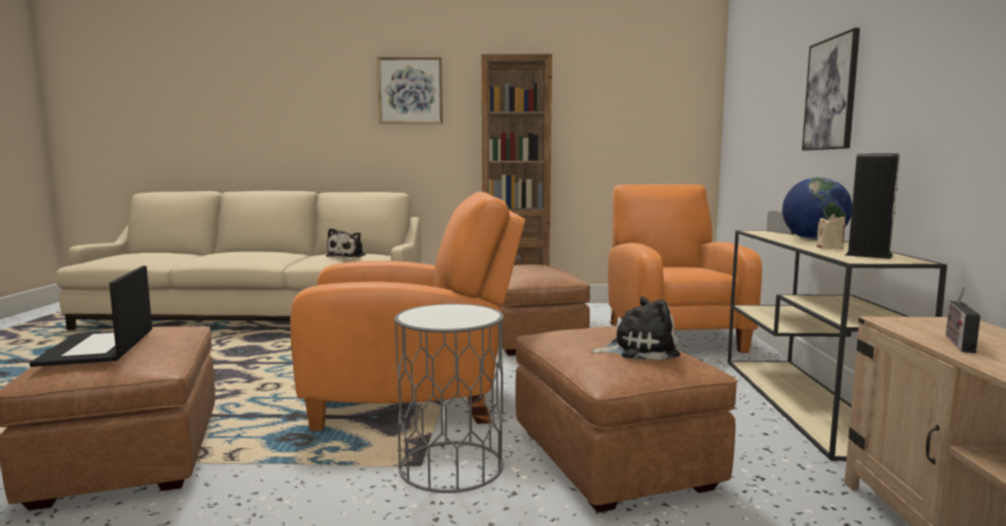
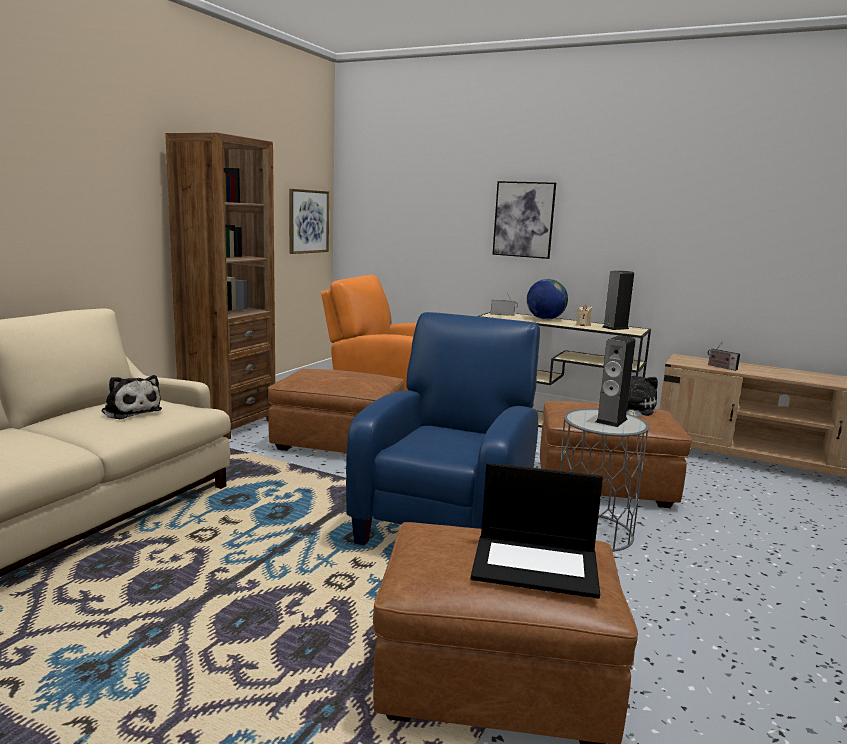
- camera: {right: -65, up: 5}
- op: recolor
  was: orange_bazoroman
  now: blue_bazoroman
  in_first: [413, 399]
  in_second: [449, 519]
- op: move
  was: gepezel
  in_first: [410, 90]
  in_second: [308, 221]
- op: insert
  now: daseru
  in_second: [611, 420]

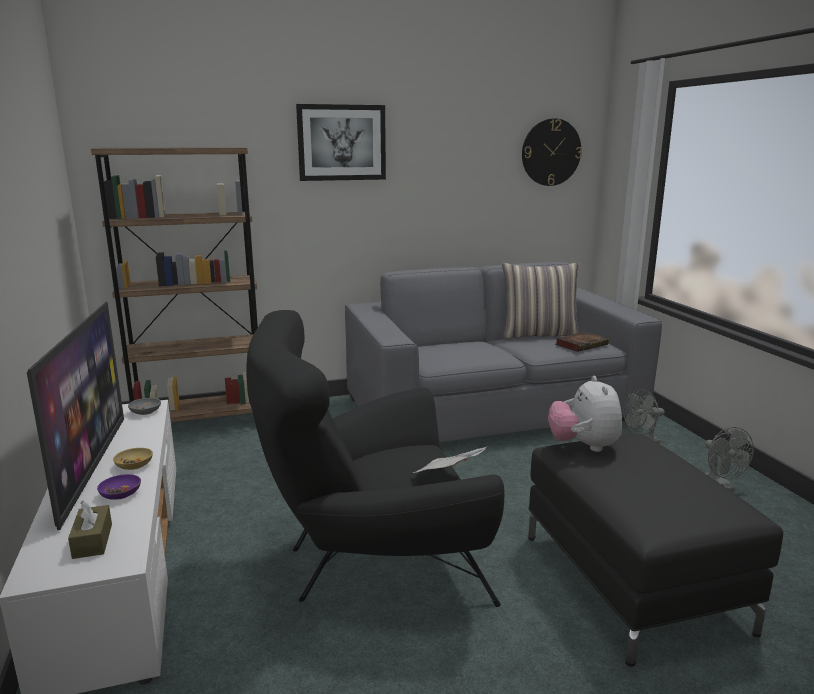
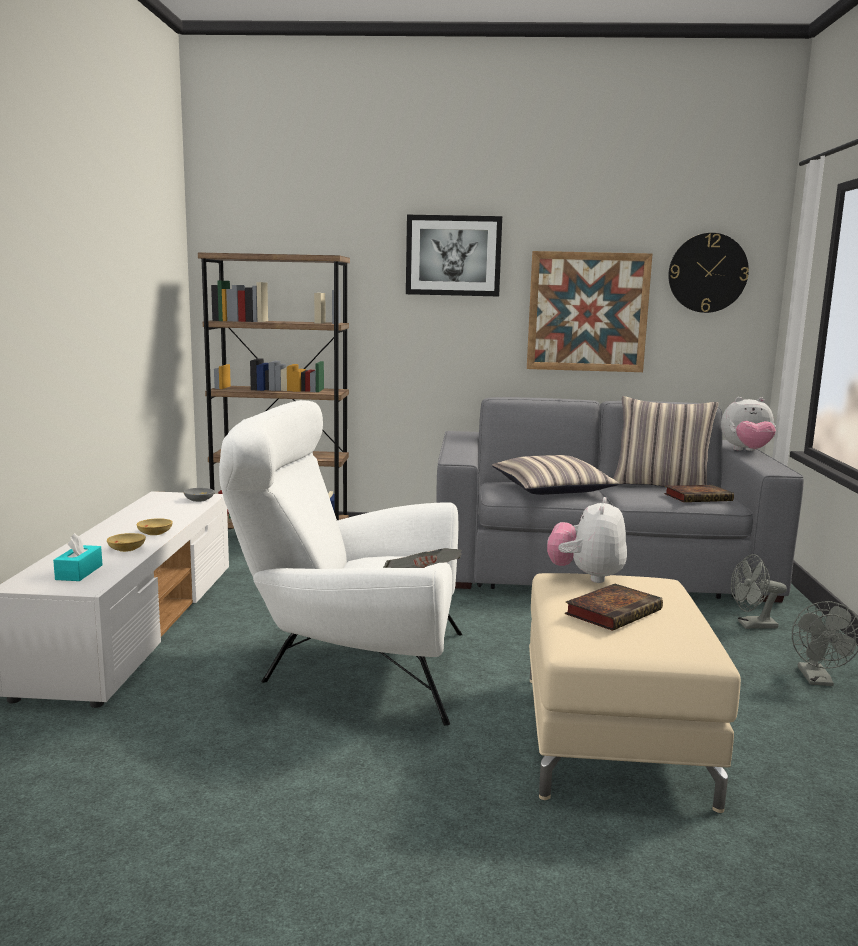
- camera: {right: 20, up: -5}
- op: delete
  was: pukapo
  in_first: [92, 466]
- op: recolor
  was: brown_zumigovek
  now: turquoise_zumigovek
  in_first: [92, 541]
  in_second: [79, 572]
- op: recolor
  was: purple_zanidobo
  now: beige_zanidobo
  in_first: [120, 494]
  in_second: [126, 549]
- op: recolor
  was: black_bazoroman
  now: white_bazoroman
  in_first: [370, 562]
  in_second: [349, 668]
- op: recolor
  was: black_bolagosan
  now: beige_bolagosan
  in_first: [633, 581]
  in_second: [615, 737]
- op: insert
  now: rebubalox
  in_second: [551, 489]
- op: insert
  now: gepezel
  in_second: [587, 312]
- op: insert
  now: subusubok
  in_second: [614, 612]
- op: insert
  now: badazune
  in_second: [746, 451]

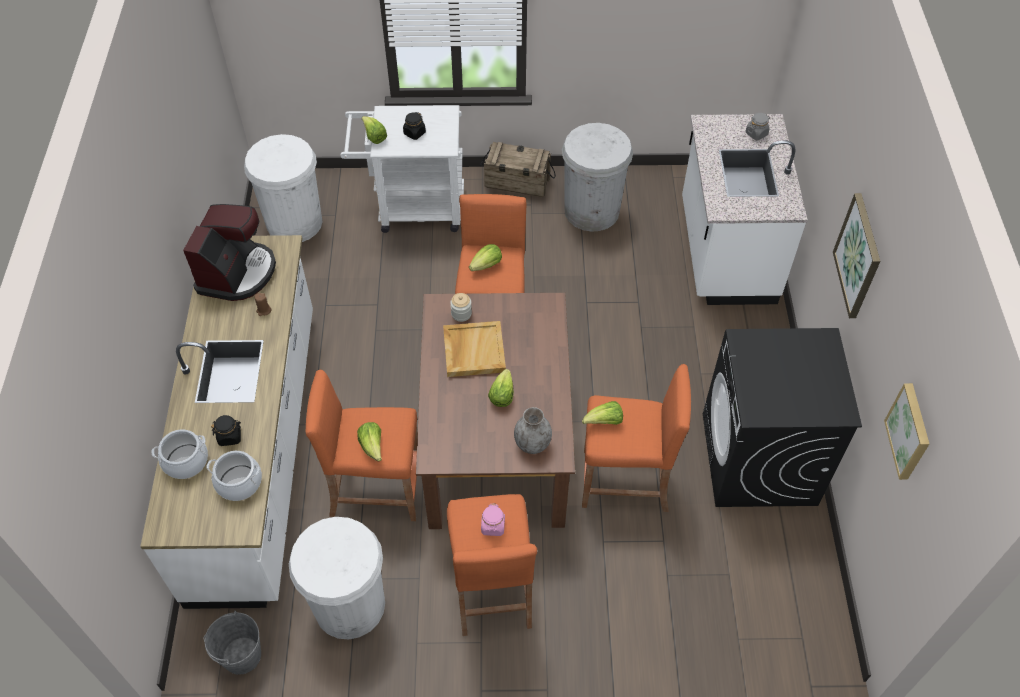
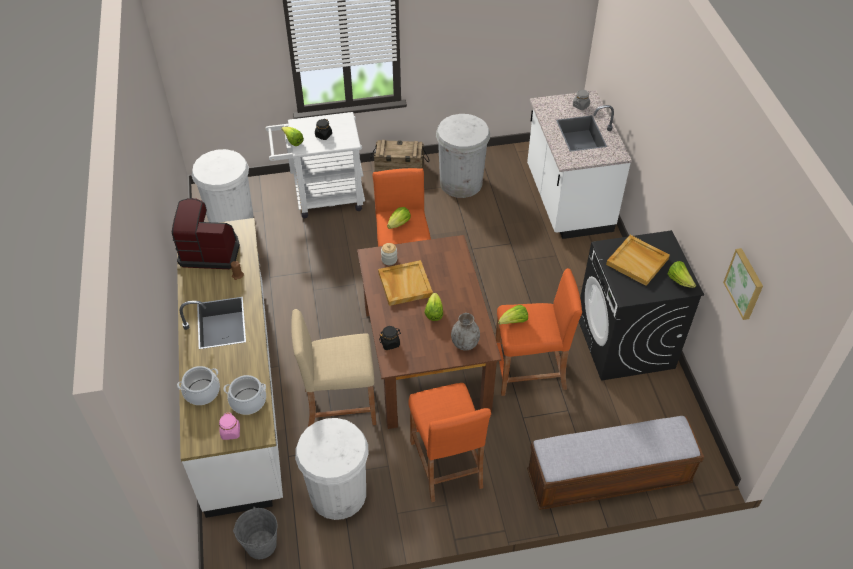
- camera: {right: -10, up: -5}
- op: rotate
  was: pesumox
  in_first: [237, 273]
  in_second: [210, 251]
  clockwise: -90
- op: move
  was: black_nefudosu
  in_first: [230, 436]
  in_second: [390, 343]
- op: recolor
  was: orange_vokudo
  now: beige_vokudo
  in_first: [376, 489]
  in_second: [340, 406]
- op: move
  was: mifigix
  in_first: [372, 446]
  in_second: [679, 280]
- op: move
  was: pink_nefudosu
  in_first: [493, 526]
  in_second: [230, 432]
- op: delete
  was: gepezel
  in_first: [858, 256]
- op: insert
  now: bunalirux
  in_second: [608, 478]
- op: insert
  now: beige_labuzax
  in_second: [638, 261]

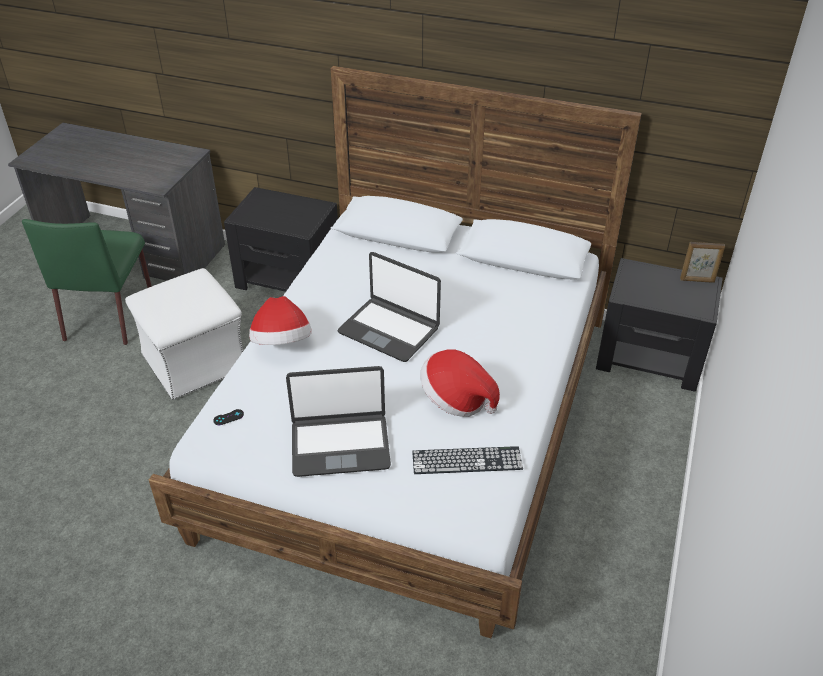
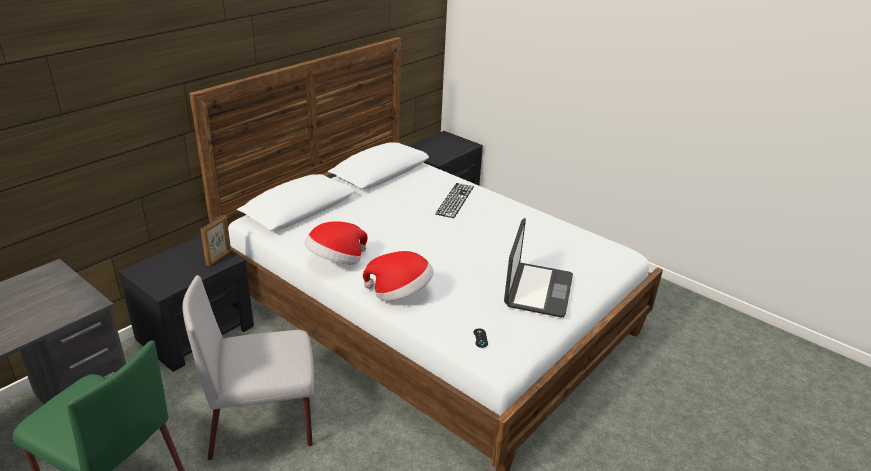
- camera: {right: -70, up: -10}
- op: replace
  was: white_bolagosan
  now: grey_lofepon
  in_first: [196, 361]
  in_second: [263, 423]
- op: delete
  was: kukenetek
  in_first: [389, 330]
- op: move
  was: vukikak
  in_first: [467, 460]
  in_second: [455, 200]
- op: move
  was: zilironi
  in_first: [456, 399]
  in_second: [336, 261]
- op: move
  was: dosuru
  in_first: [697, 280]
  in_second: [219, 258]

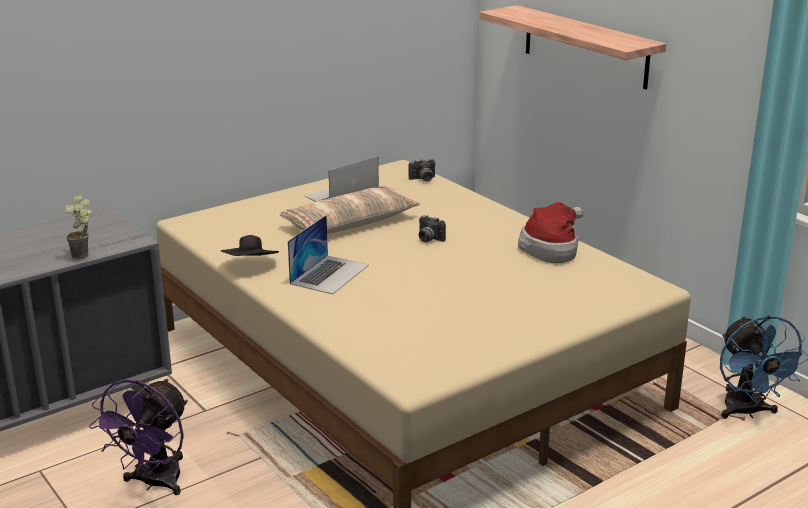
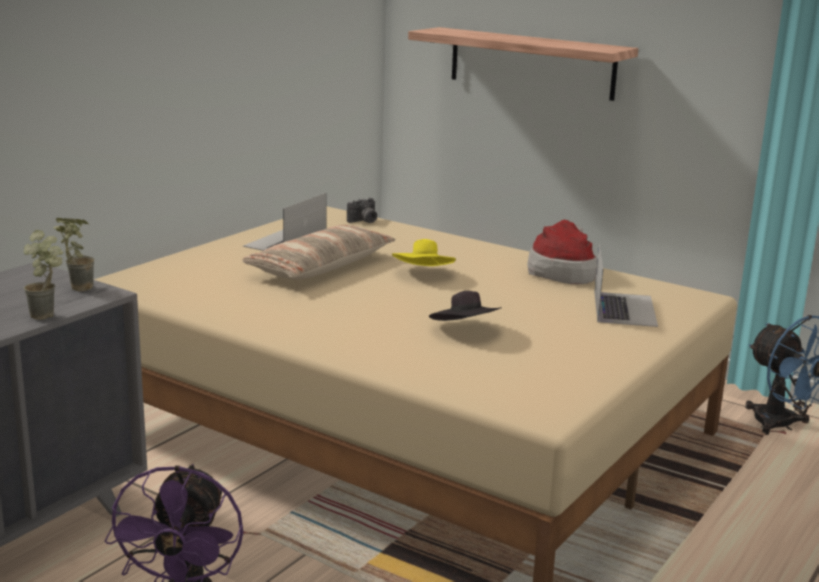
- camera: {right: -20, up: -5}
- op: move
  was: black_zilironi
  in_first: [251, 266]
  in_second: [465, 331]
- op: move
  was: kukenetek
  in_first: [329, 274]
  in_second: [624, 308]
- op: replace
  was: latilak
  now: yellow_zilironi
  in_first: [428, 239]
  in_second: [424, 274]
- op: insert
  now: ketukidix
  in_second: [75, 288]

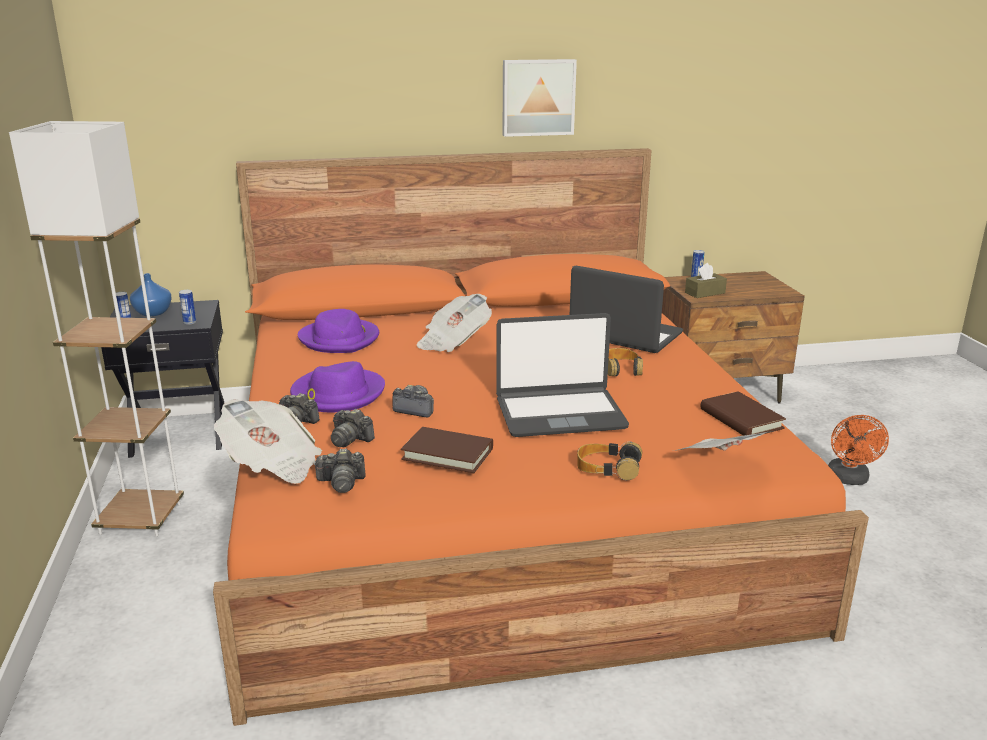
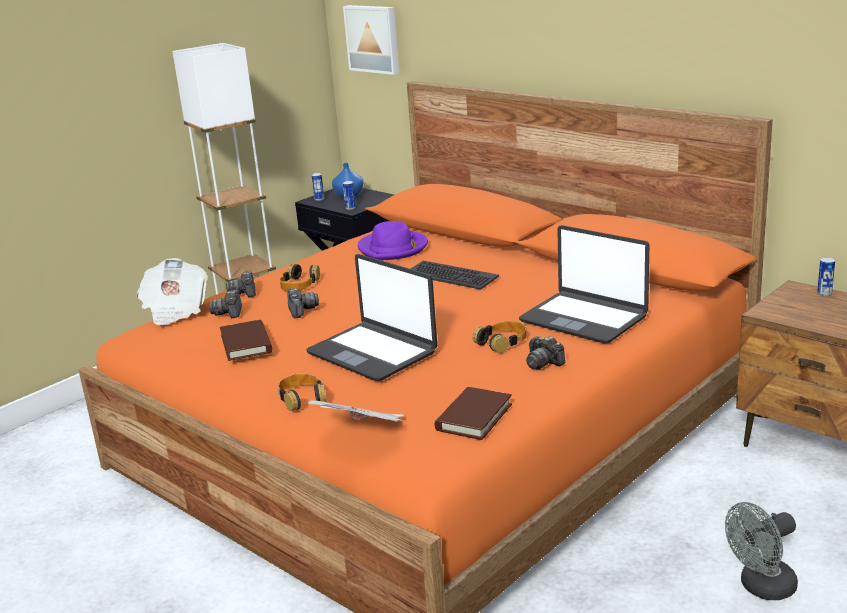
- camera: {right: 55, up: 0}
- op: replace
  was: purple_zilironi
  now: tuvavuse
  in_first: [337, 394]
  in_second: [299, 284]
- op: move
  was: latilak
  in_first: [341, 483]
  in_second: [543, 363]
- op: replace
  was: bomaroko
  now: vukikak
  in_first: [453, 342]
  in_second: [450, 276]
- op: move
  was: gepezel
  in_first: [538, 97]
  in_second: [373, 38]
- op: rotate
  was: kukenetek
  in_first: [625, 335]
  in_second: [584, 319]
  clockwise: 135
- op: delete
  was: brown_zumigovek
  in_first: [705, 293]
- op: recolor
  was: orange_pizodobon
  now: grey_pizodobon
  in_first: [849, 480]
  in_second: [761, 588]

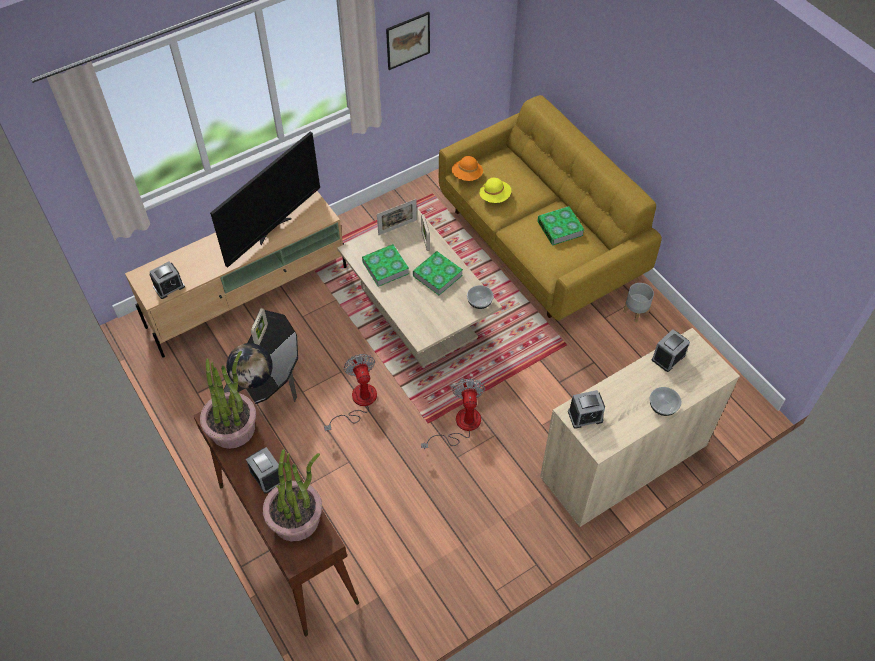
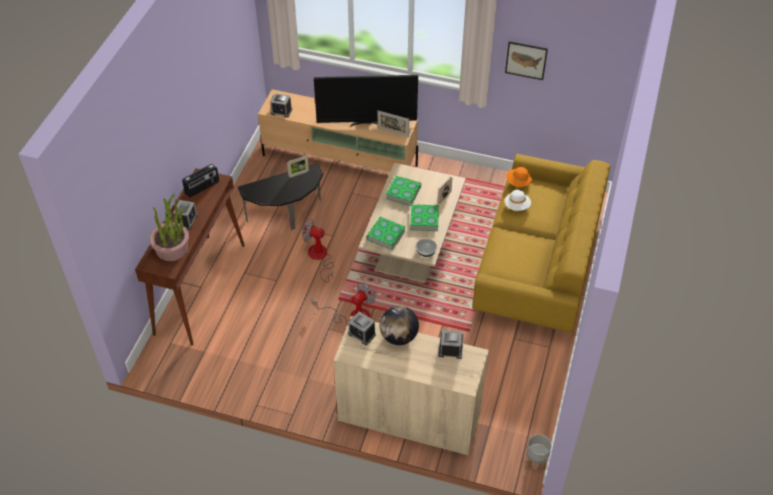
- camera: {right: 50, up: -5}
- op: replace
  was: ketukidix
  now: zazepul
  in_first: [232, 428]
  in_second: [202, 188]
- op: move
  was: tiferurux
  in_first: [253, 378]
  in_second: [399, 337]
- op: rotate
  was: pizodobon
  in_first: [358, 402]
  in_second: [319, 258]
  clockwise: -105
- op: move
  was: dosuru
  in_first: [397, 227]
  in_second: [393, 132]
- op: recolor
  was: yellow_zilironi
  now: white_zilironi
  in_first: [495, 197]
  in_second: [517, 206]
- op: move
  was: subusubok
  in_first: [560, 228]
  in_second: [386, 235]
- op: move
  was: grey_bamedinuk
  in_first: [636, 312]
  in_second: [536, 460]
- op: delete
  was: zanidobo
  in_first: [662, 406]

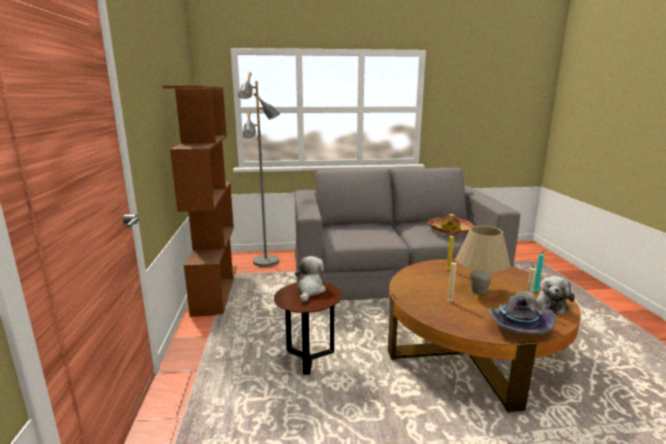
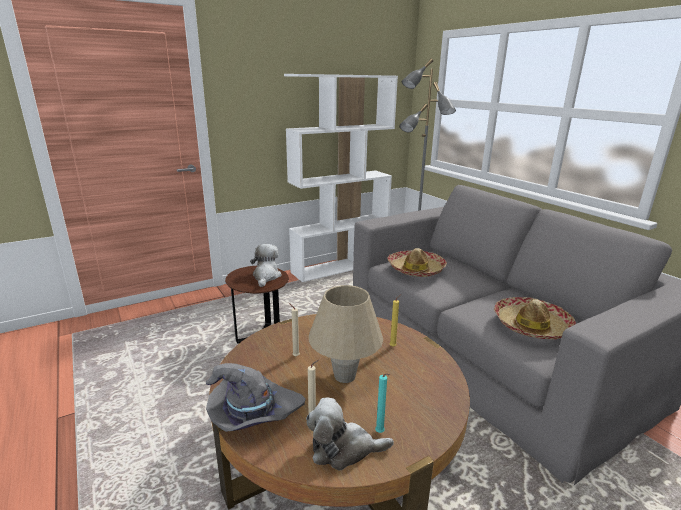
- camera: {right: 65, up: 5}
- op: recolor
  was: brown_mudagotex
  now: white_mudagotex
  in_first: [215, 288]
  in_second: [340, 267]
- op: rotate
  was: badazune
  in_first: [309, 290]
  in_second: [266, 276]
  clockwise: -75
- op: insert
  now: zilironi
  in_second: [416, 269]

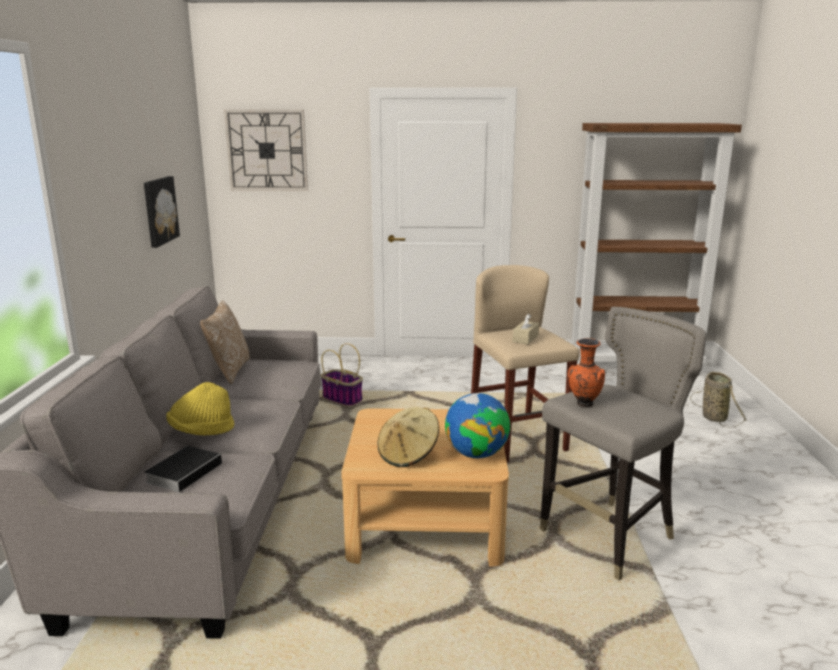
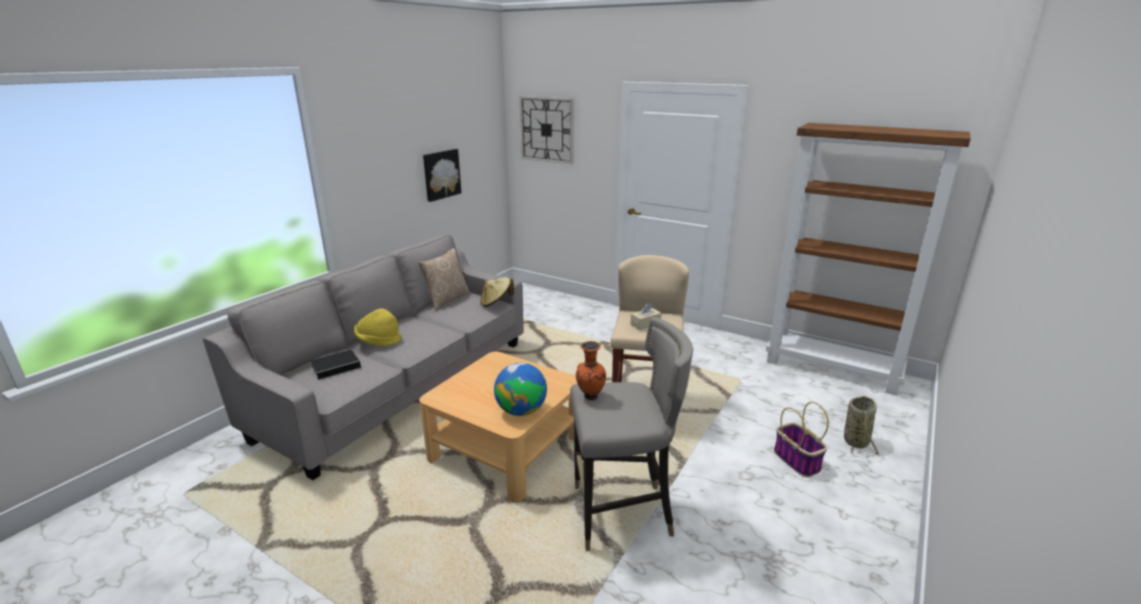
- camera: {right: 30, up: 5}
- op: move
  was: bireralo
  in_first: [343, 399]
  in_second: [797, 461]
- op: move
  was: beige_zilironi
  in_first: [408, 455]
  in_second: [496, 302]

